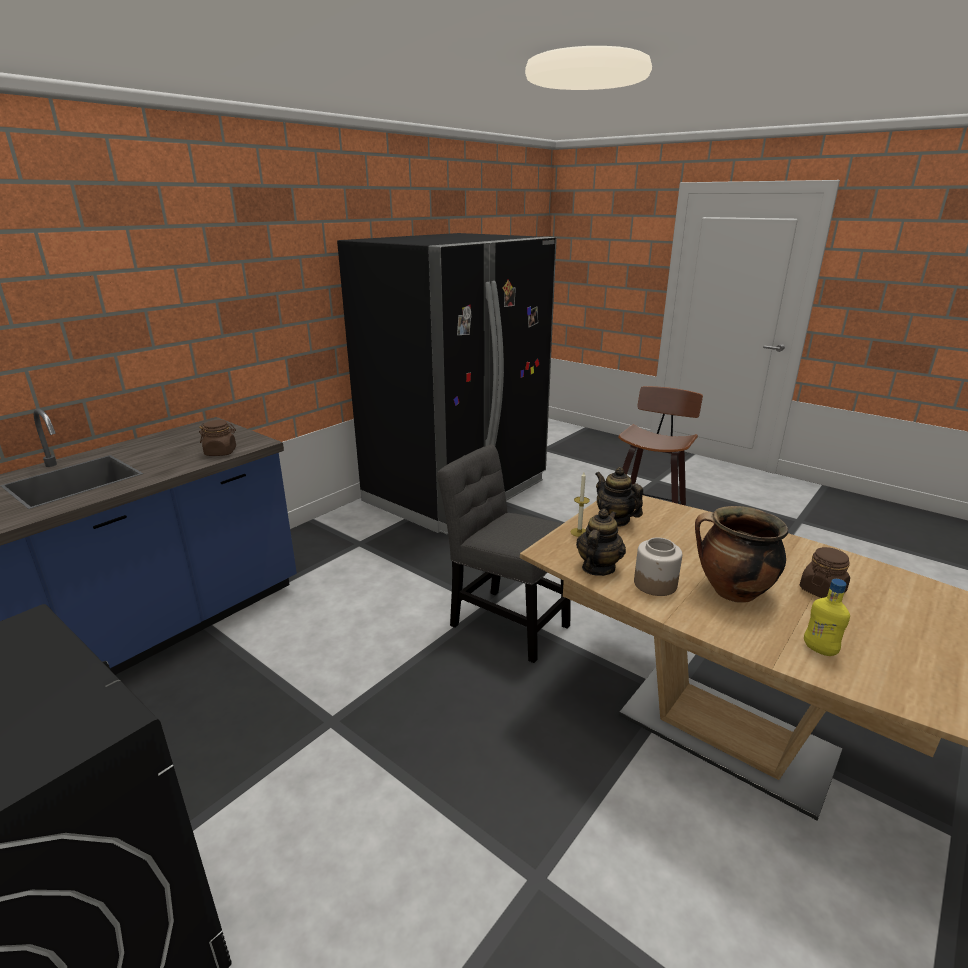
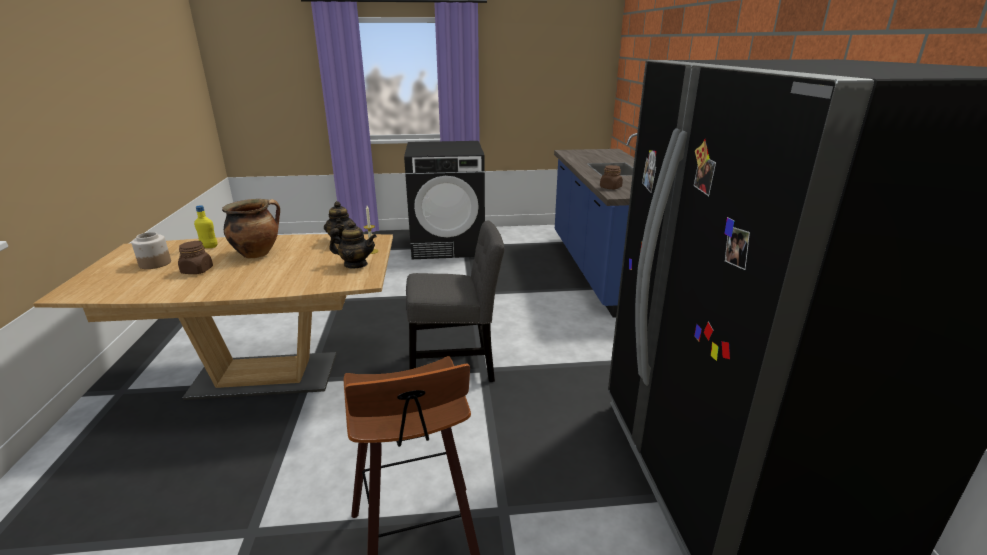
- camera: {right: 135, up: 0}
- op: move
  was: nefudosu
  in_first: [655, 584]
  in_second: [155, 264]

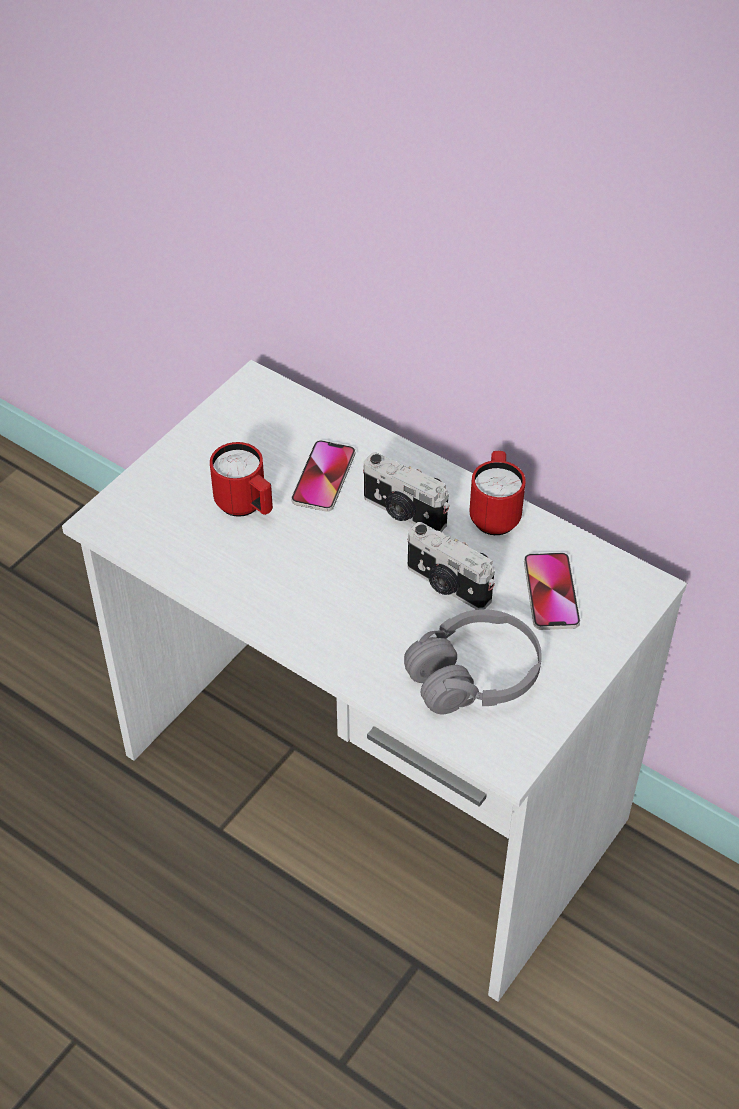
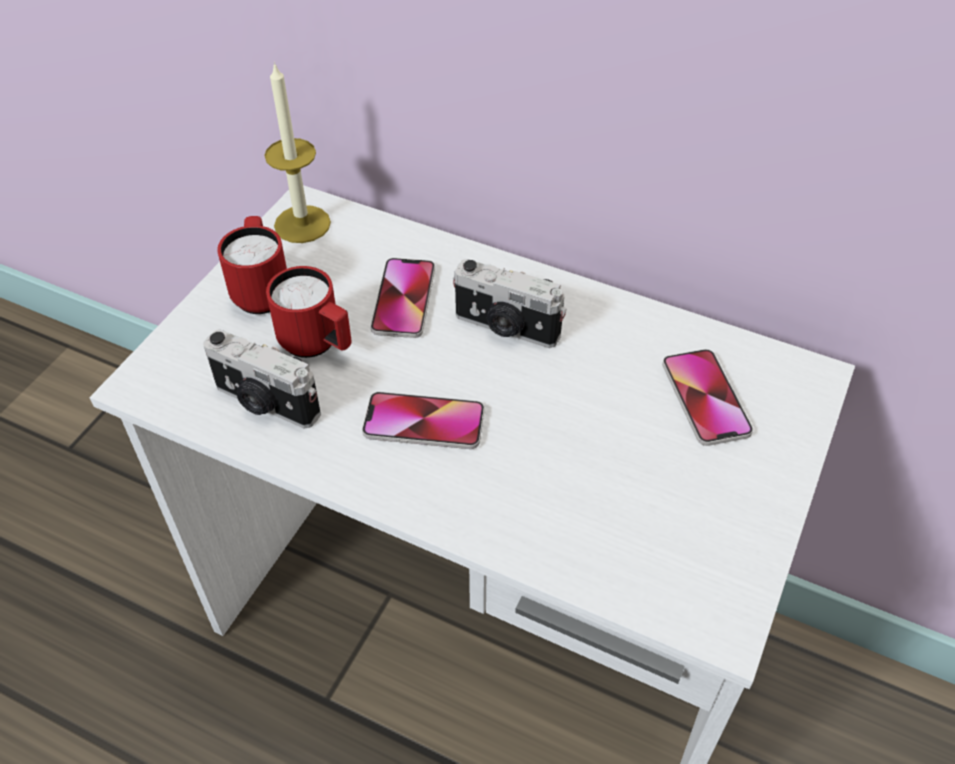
- camera: {right: -10, up: 0}
- op: delete
  was: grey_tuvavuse
  in_first: [474, 676]
- op: move
  was: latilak
  in_first: [447, 585]
  in_second: [265, 403]
- op: move
  was: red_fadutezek
  in_first: [495, 513]
  in_second: [262, 290]
- op: insert
  now: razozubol
  in_second: [302, 224]
- op: insert
  now: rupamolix
  in_second: [424, 422]

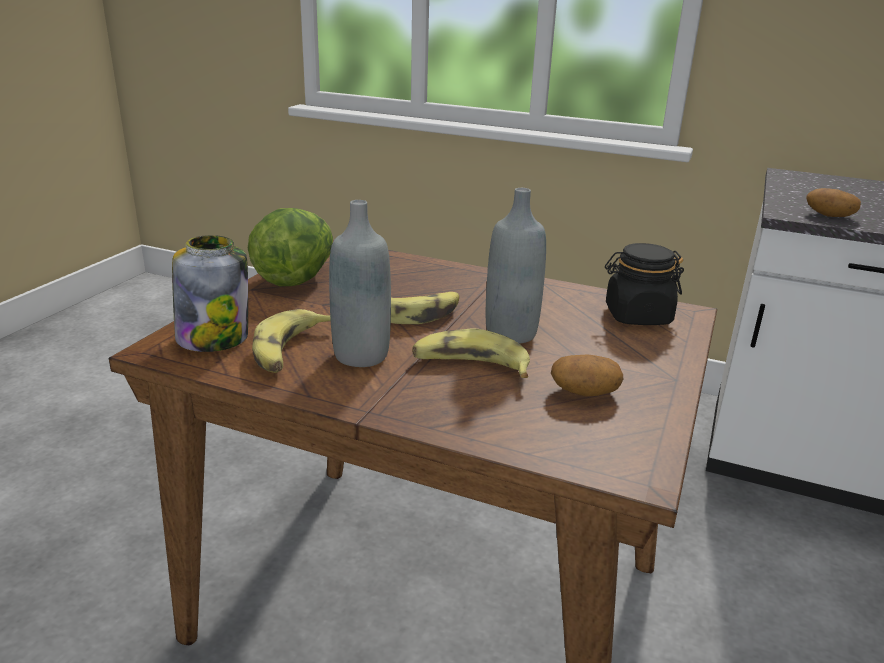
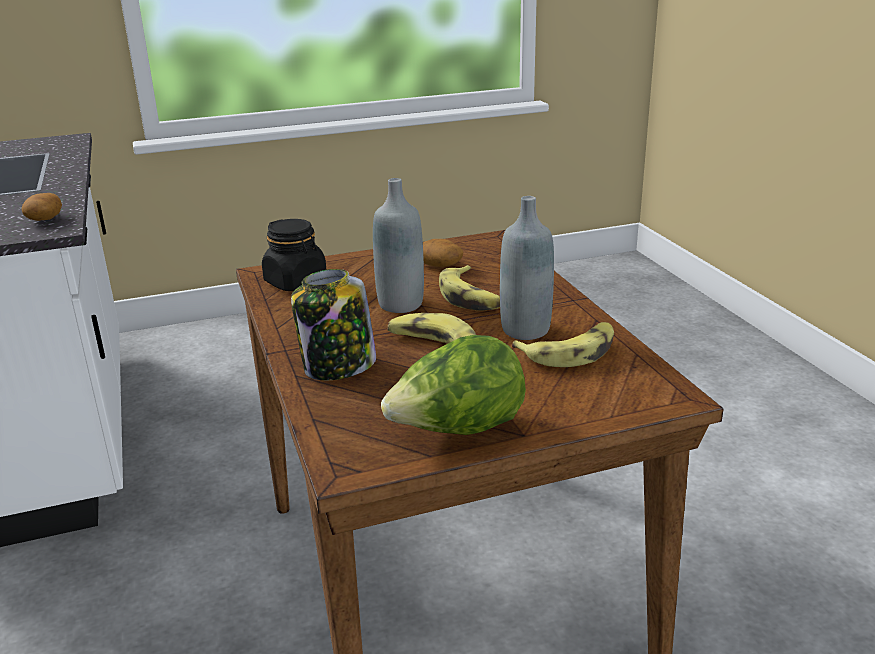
- camera: {right: -130, up: 0}
- op: move
  was: nefudosu
  in_first: [214, 337]
  in_second: [338, 367]

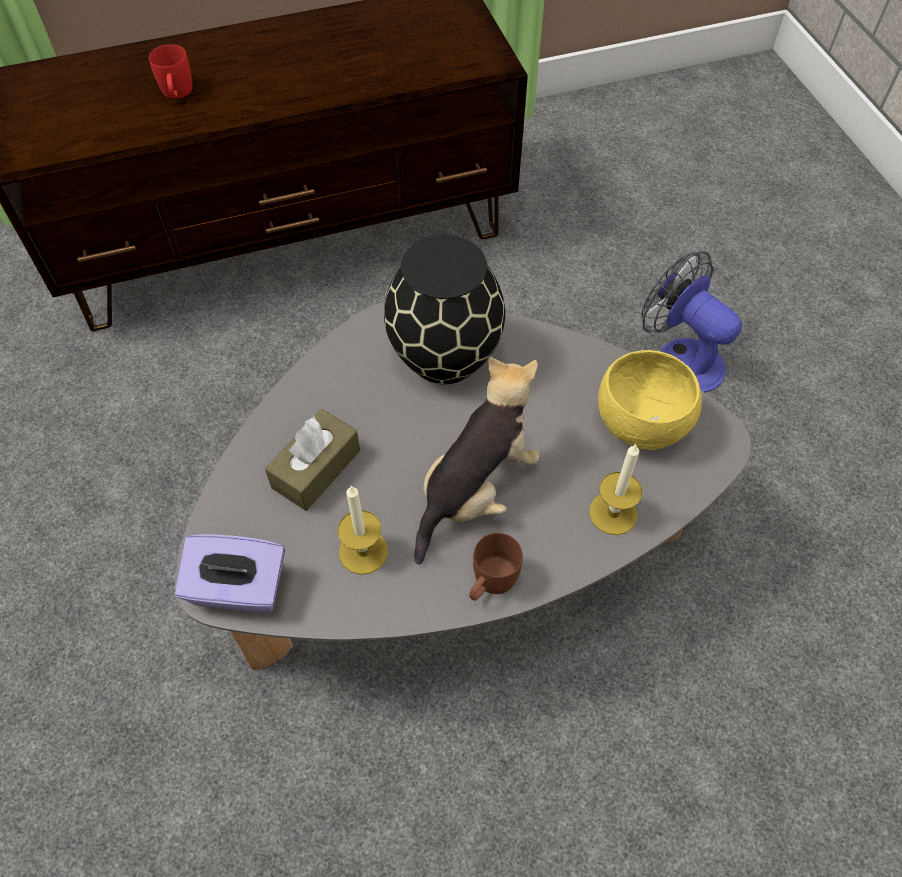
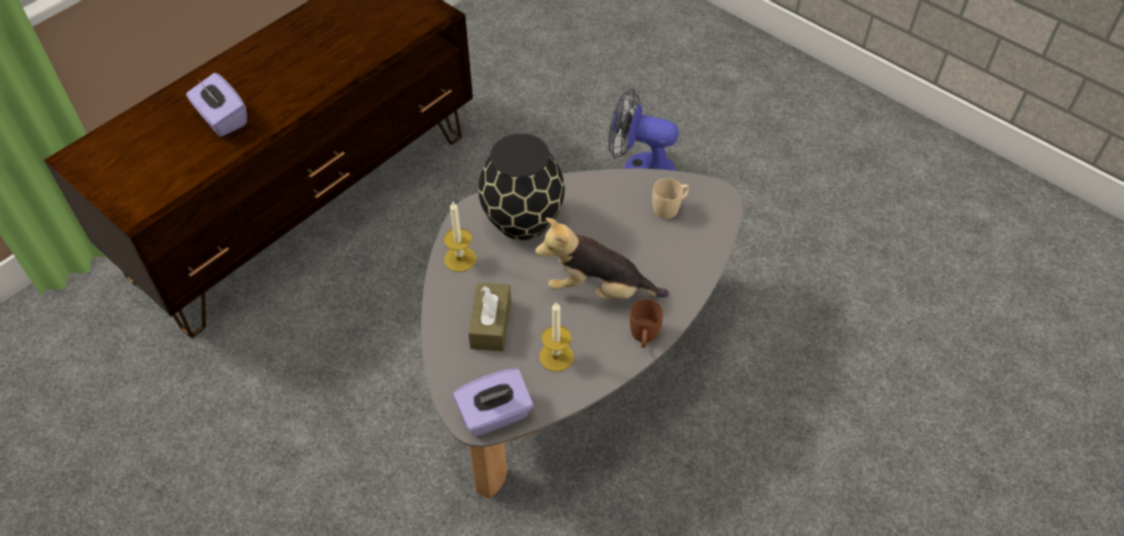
- camera: {right: -30, up: -5}
- op: replace
  was: red_fadutezek
  now: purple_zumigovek
  in_first: [177, 94]
  in_second: [221, 119]
- op: rotate
  was: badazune
  in_first: [476, 489]
  in_second: [598, 290]
  clockwise: -90
- op: move
  was: razozubol
  in_first: [613, 513]
  in_second: [460, 259]
- op: replace
  was: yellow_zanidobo
  now: beige_fadutezek
  in_first: [642, 424]
  in_second: [670, 207]

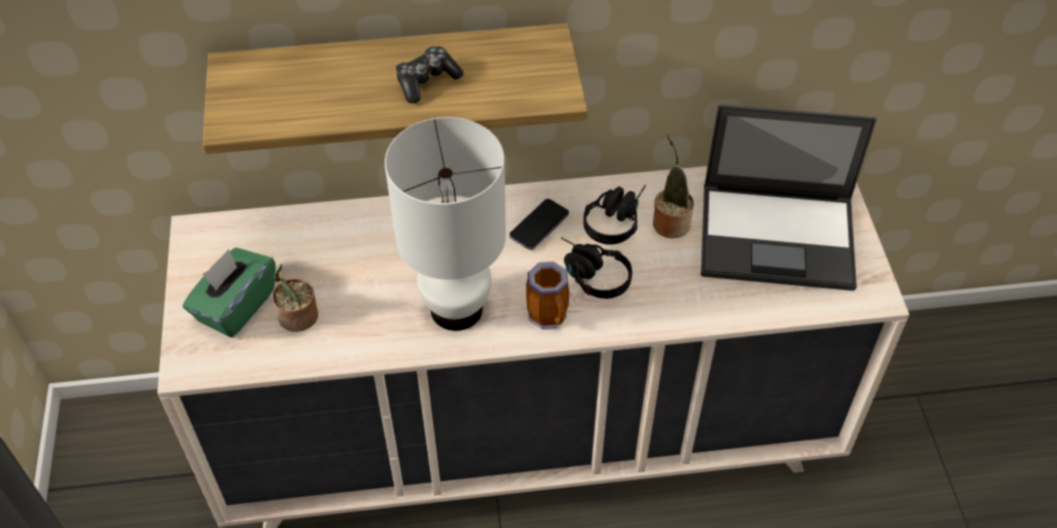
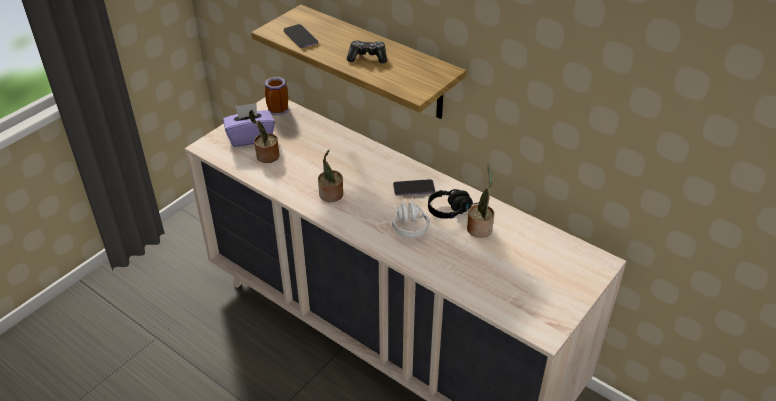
- camera: {right: 45, up: -10}
- op: recolor
  was: green_zumigovek
  now: purple_zumigovek
  in_first: [236, 306]
  in_second: [250, 137]
- op: replace
  was: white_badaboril
  now: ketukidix
  in_first: [455, 309]
  in_second: [331, 195]
- op: move
  was: fadutezek
  in_first: [550, 317]
  in_second: [278, 111]
- op: recolor
  was: black_tuvavuse
  now: white_tuvavuse
  in_first: [589, 274]
  in_second: [408, 222]
- op: delete
  was: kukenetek
  in_first: [779, 236]
- op: insert
  now: rupamolix
  in_second: [300, 37]

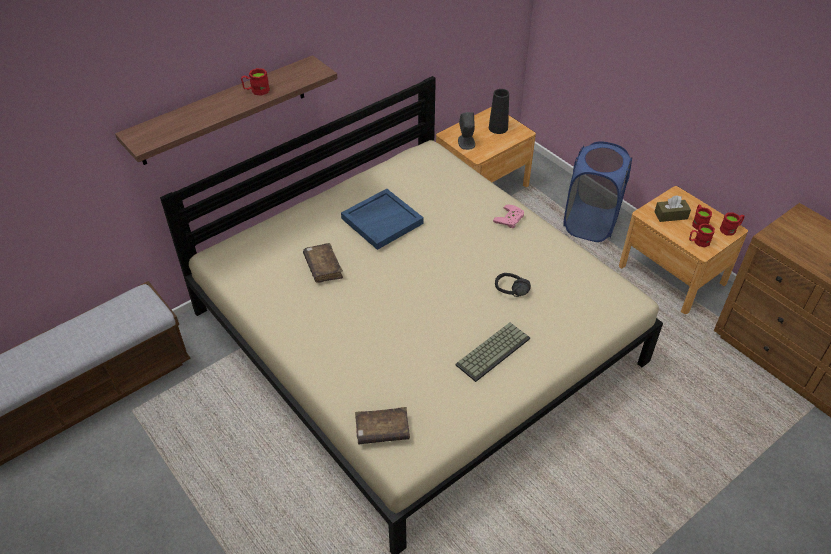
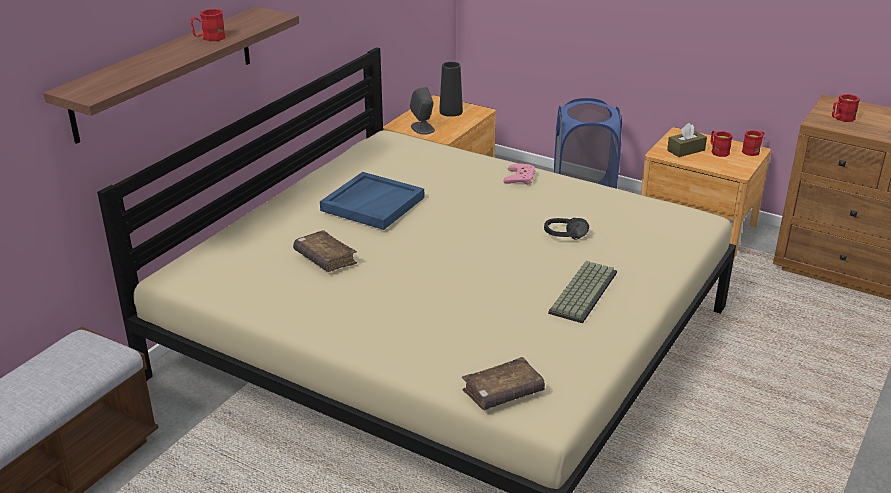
- camera: {right: -20, up: -15}
- op: move
  was: red_fadutezek
  in_first: [698, 242]
  in_second: [841, 118]

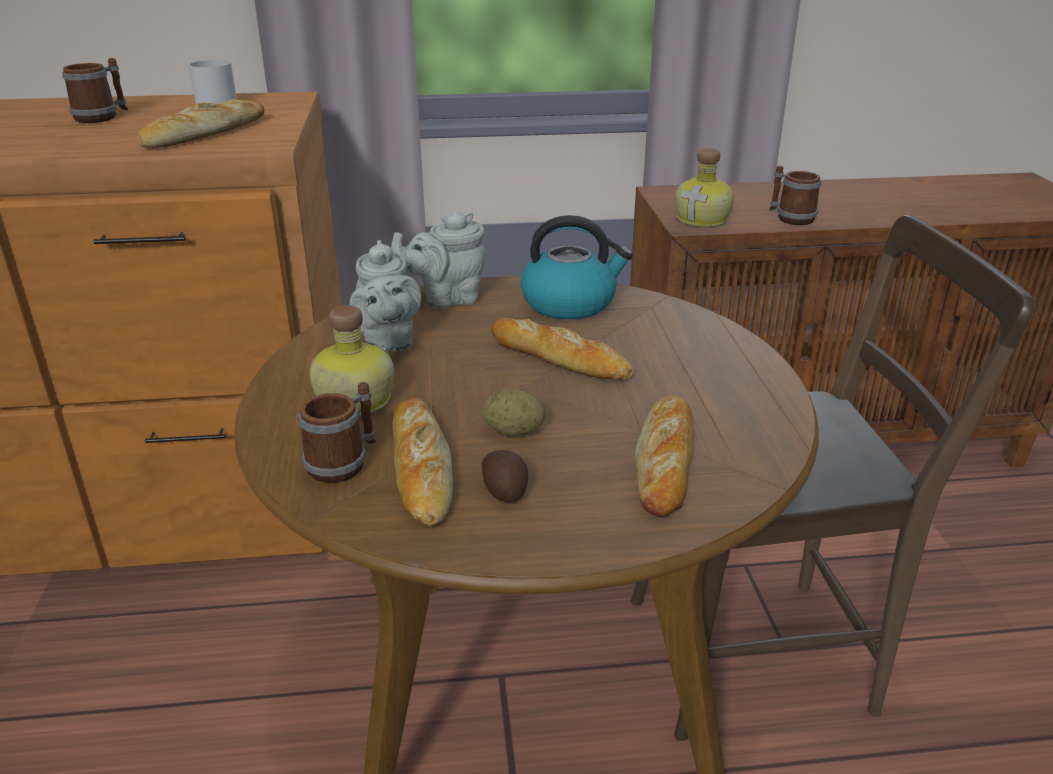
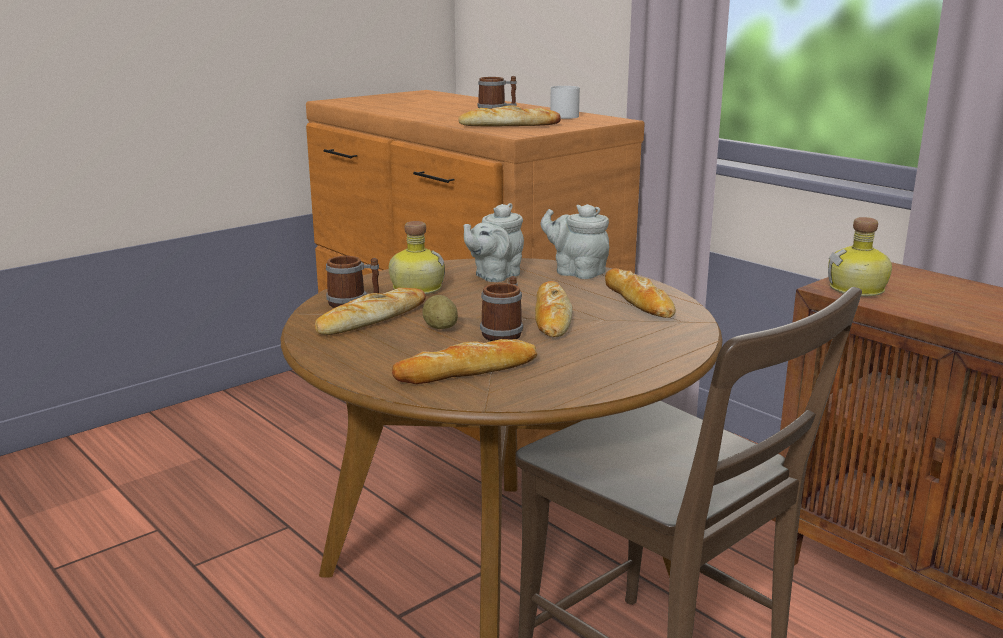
- camera: {right: 55, up: -10}
- op: delete
  was: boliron
  in_first: [505, 489]
- op: replace
  was: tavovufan
  now: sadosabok
  in_first: [570, 303]
  in_second: [638, 300]
- op: move
  was: fadutezek
  in_first: [790, 217]
  in_second: [504, 332]

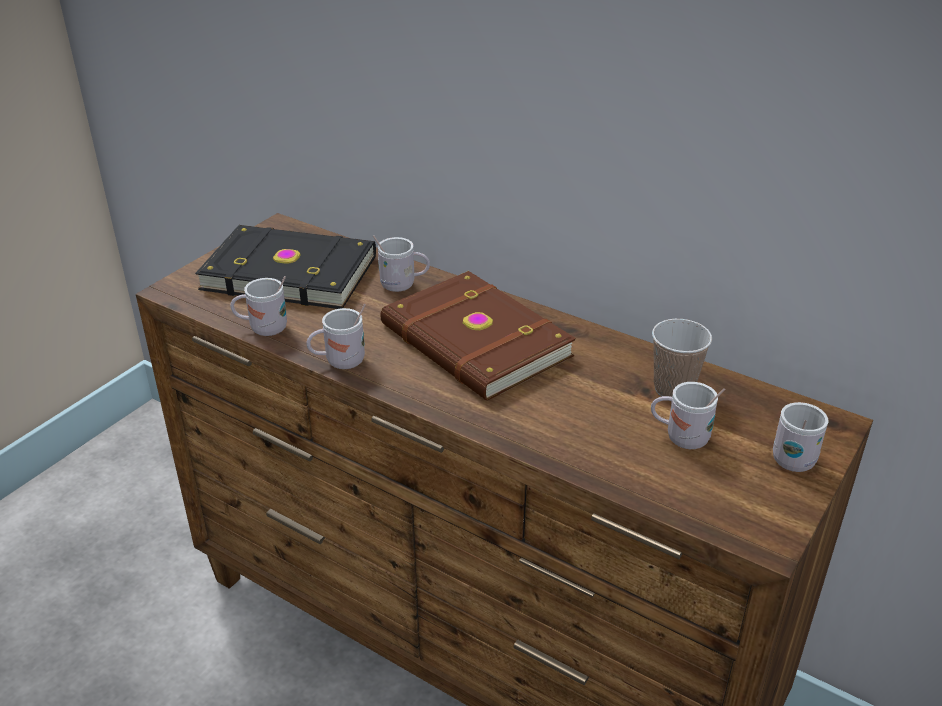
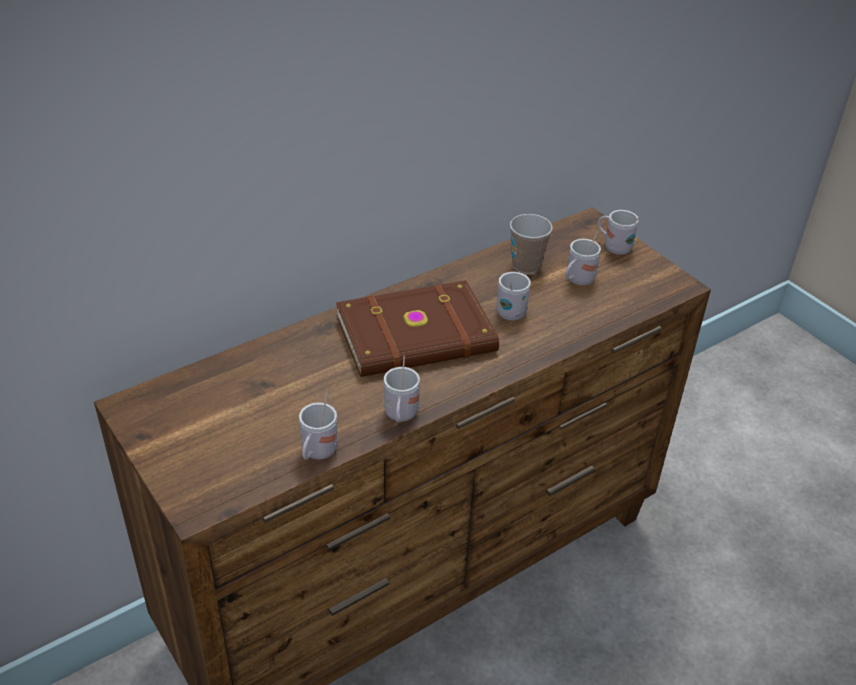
- camera: {right: -70, up: 5}
- op: delete
  was: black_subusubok
  in_first: [289, 271]
- op: move
  was: white_fadutezek
  in_first: [403, 285]
  in_second: [512, 310]

